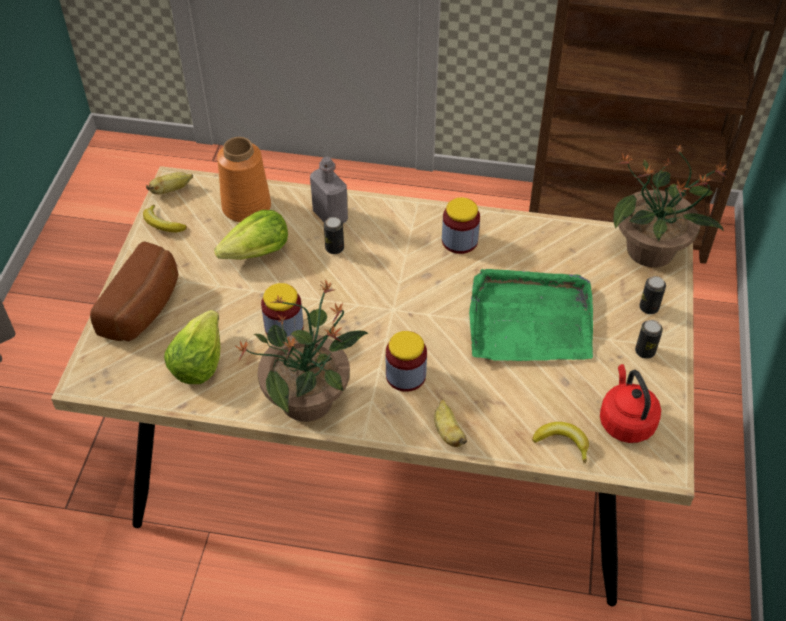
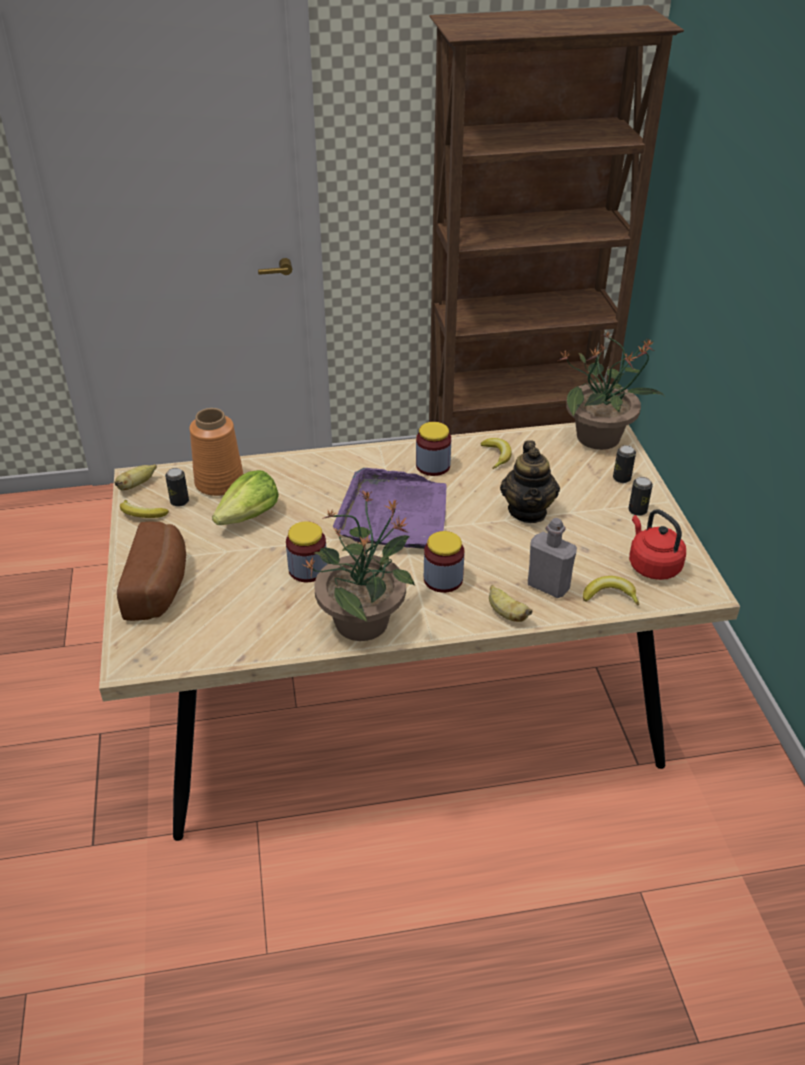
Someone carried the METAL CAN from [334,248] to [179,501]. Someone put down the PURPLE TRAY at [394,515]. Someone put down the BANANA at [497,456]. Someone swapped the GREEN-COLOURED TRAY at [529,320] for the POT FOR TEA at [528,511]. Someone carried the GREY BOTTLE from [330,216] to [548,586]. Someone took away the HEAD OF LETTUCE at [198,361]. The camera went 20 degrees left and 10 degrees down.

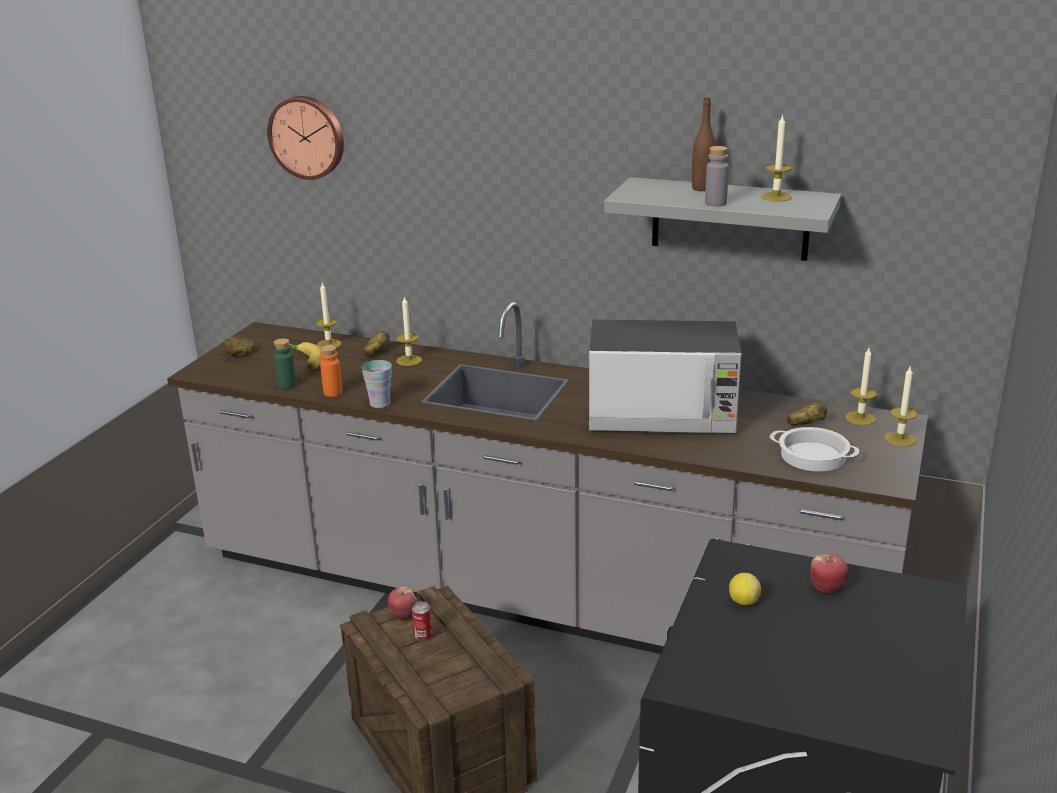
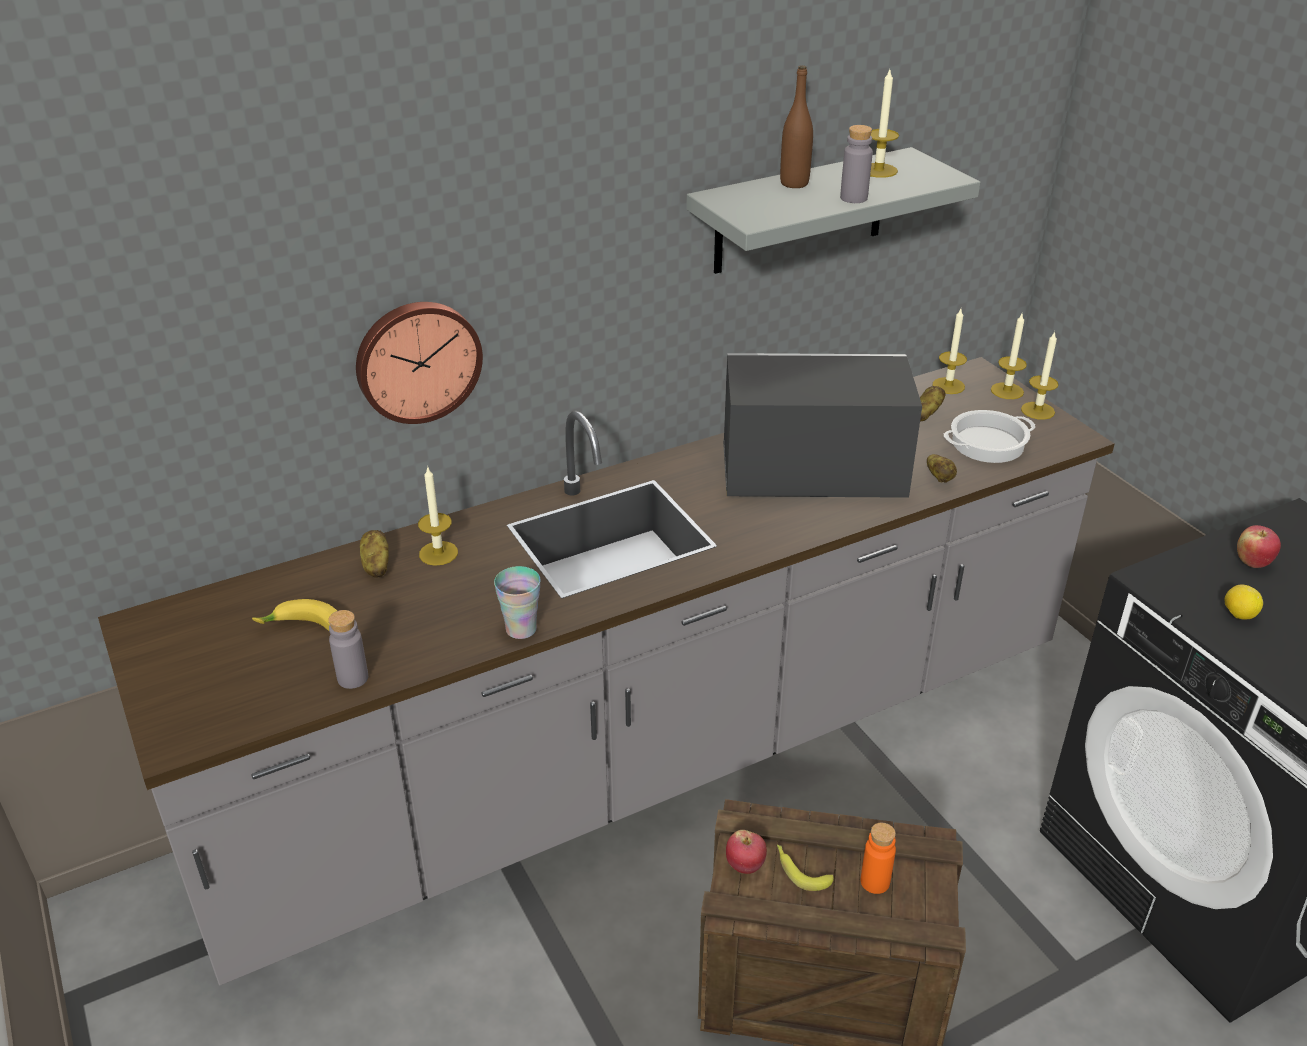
Someone repainted the GREEN-COLOURED BOTTLE at [287,385], which became the GREY BOTTLE at [353,678]. Someone carried the HANGING CLOCK from [308,137] to [417,360]. Someone rotated the KITCHEN MICROWAVE at [662,415] by 135 degrees counterclockwise. Someone swapped the METAL CAN at [423,636] for the BANANA at [800,870]. Someone carried the ORANGEY BOTTLE from [333,392] to [875,882]. Someone carried the WHOLE POTATO from [240,355] to [939,478]. Someone carried the WAX CANDLE from [329,344] to [1037,410]. The camera went 50 degrees left and 10 degrees up.

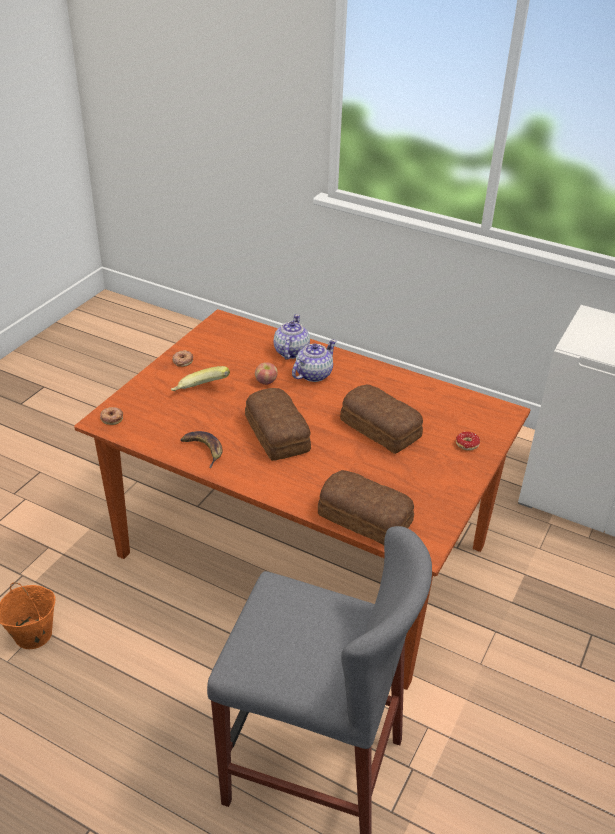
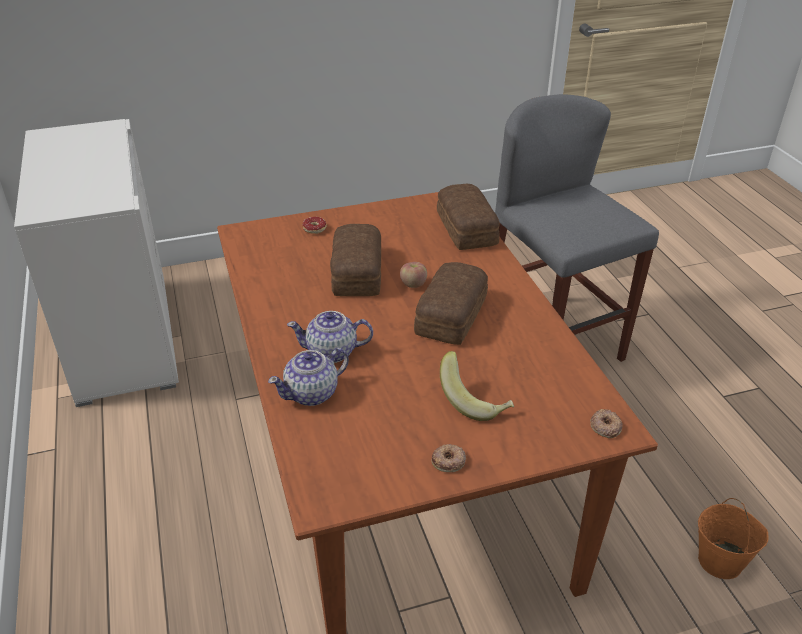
Someone carried the WHOLE APPLE from [266,382] to [413,284]. Someone took away the BANANA at [204,450]. The camera went 135 degrees left and 0 degrees up.

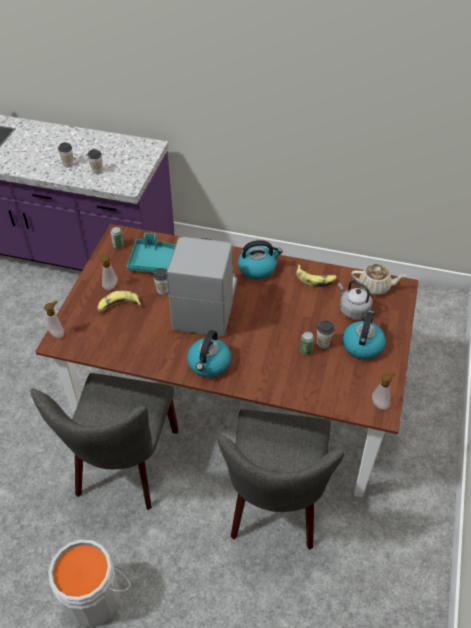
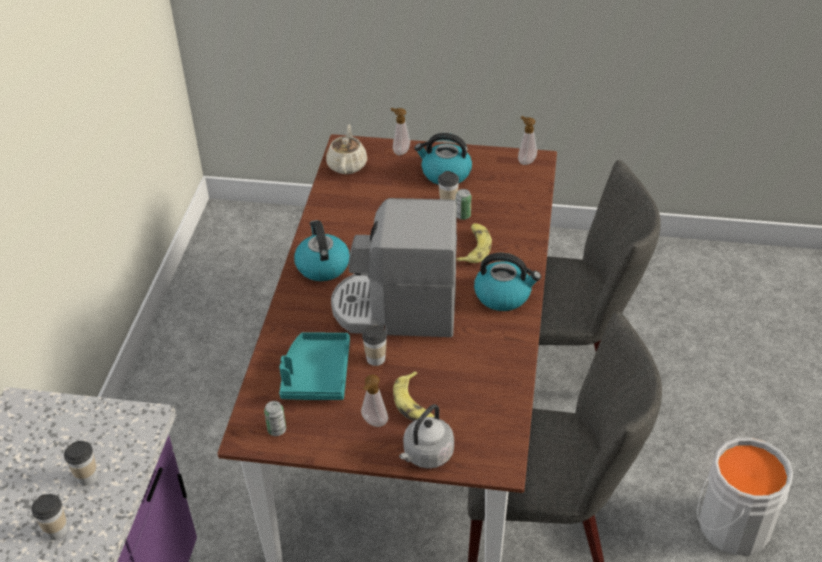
Someone carried the SOAP DISPENSER from [58,333] to [400,151]. Someone carried the GREY WATER KETTLE from [352,310] to [426,455]. Someone carried the BANANA from [315,279] to [474,248]. The camera went 95 degrees left and 5 degrees down.

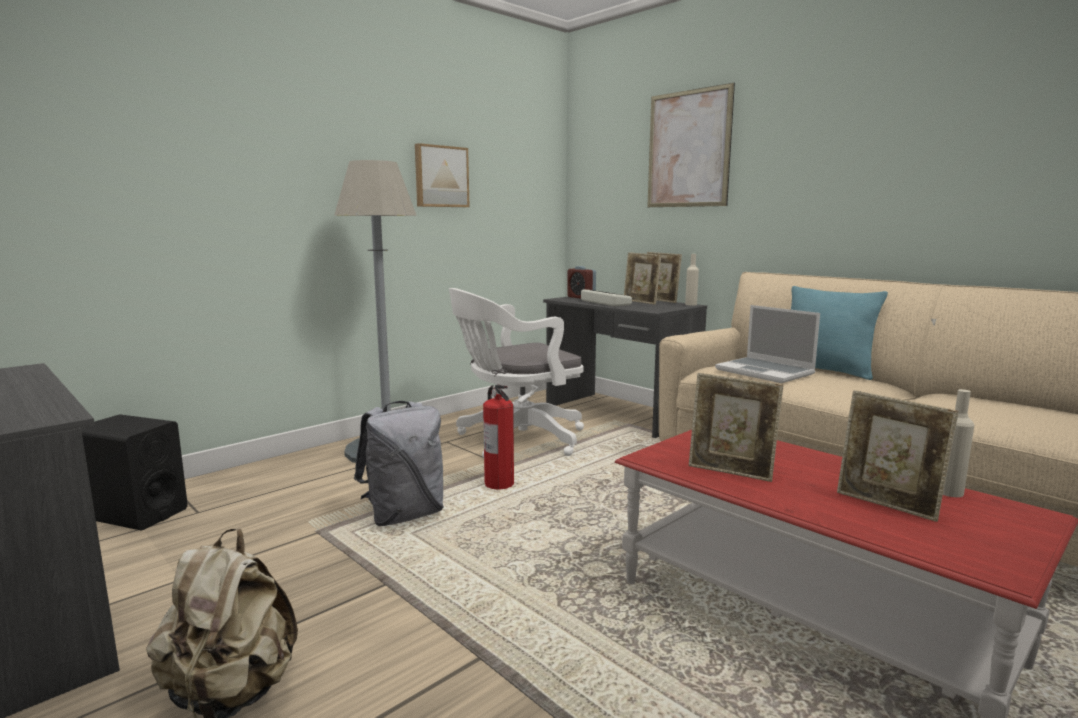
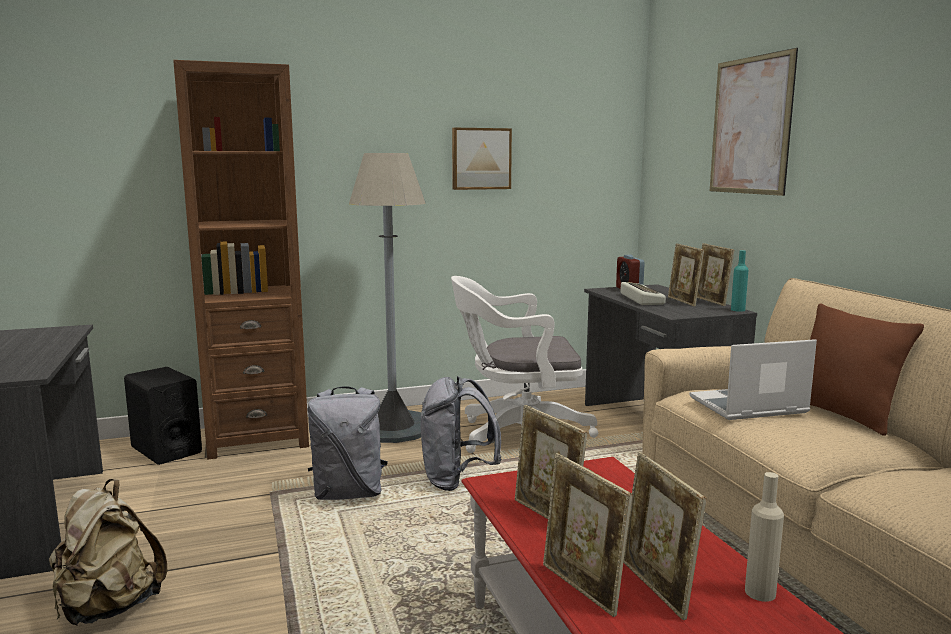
Someone put down the BROWNISH SHELVING UNIT at [257,438]. Someone swapped the FIRE EXTINGUISHER at [499,484] for the GREY BACKPACK at [456,480]. Someone put down the STANDING FRAME at [582,588]. Someone rotated the NOTEBOOK COMPUTER at [766,372] by 90 degrees clockwise. Someone repainted the BEIGE BOTTLE at [691,304], which became the TURQUOISE-COLOURED BOTTLE at [738,310]. Someone repainted the TURQUOISE-COLOURED PILLOW at [825,371], which became the BROWNISH PILLOW at [842,415]. The camera went 25 degrees right and 0 degrees up.

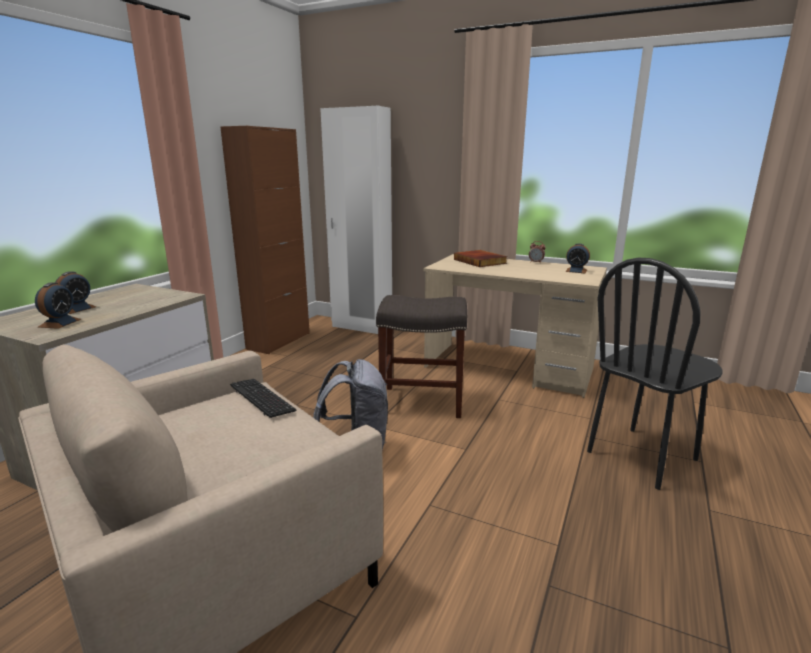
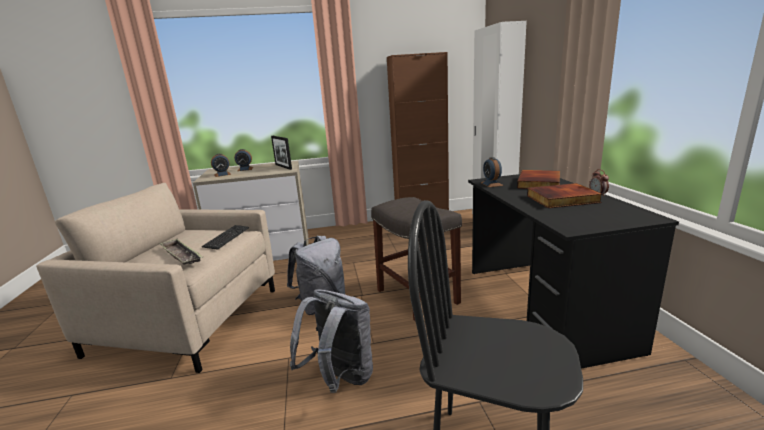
Someone put down the TRAY at [181,255]. Someone put down the STANDING FRAME at [283,167]. Someone put down the GREY BACKPACK at [340,379]. Someone repainted the BEIGE DESK at [508,368], which became the BLACK-COLOURED DESK at [544,307]. Someone carried the TABLE CLOCK from [576,271] to [491,184]. Someone put down the BOUND BOOK at [562,199]. The camera went 55 degrees right and 0 degrees up.

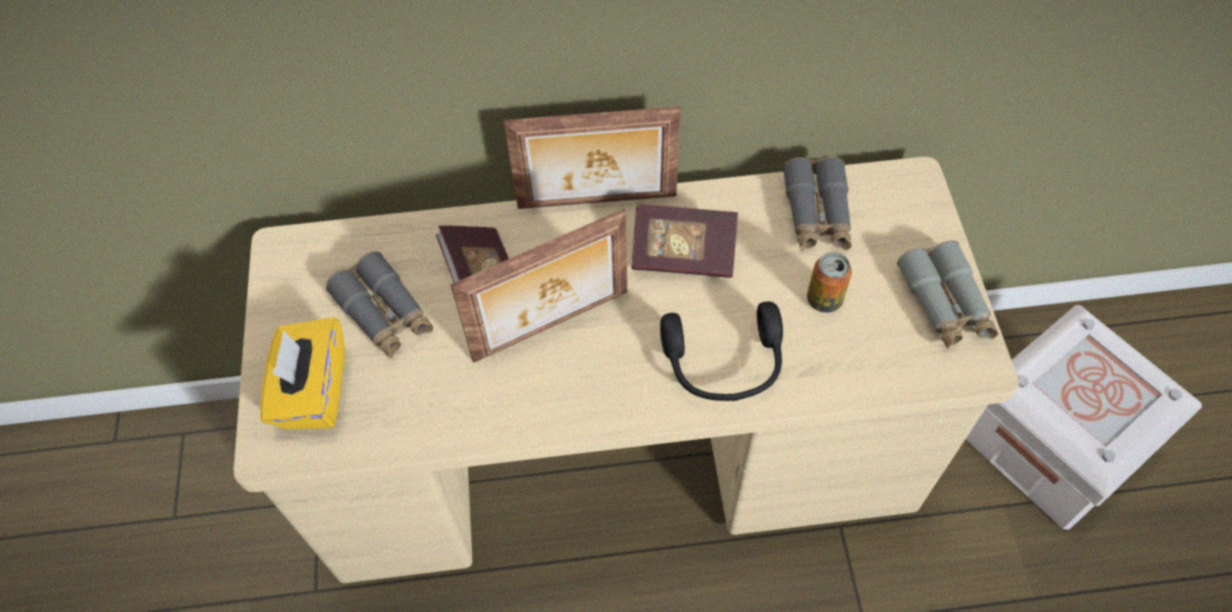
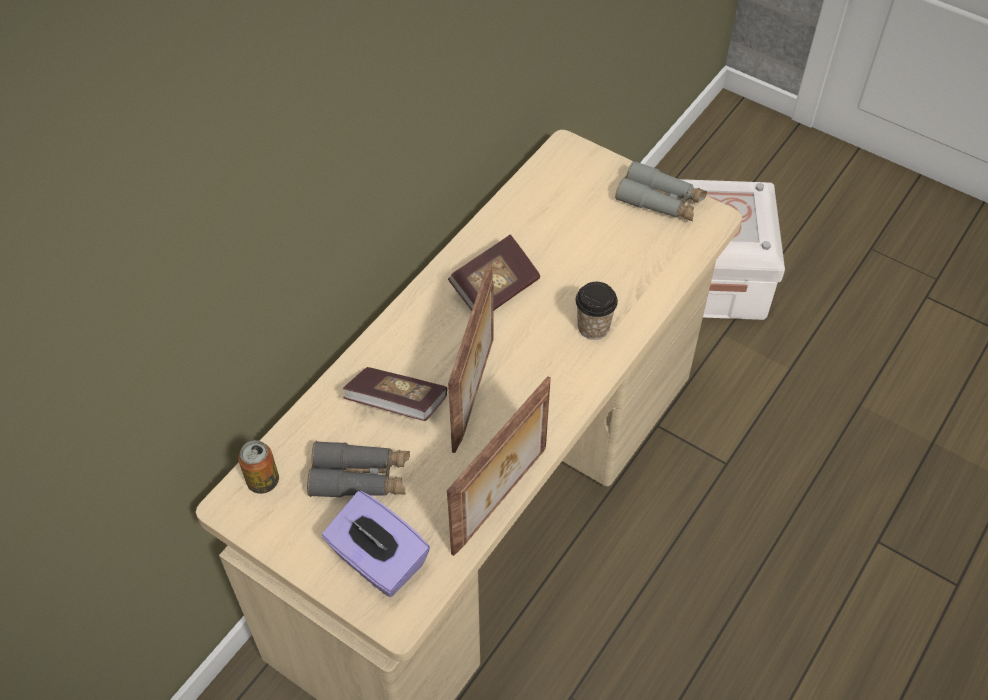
Someone carried the METAL CAN from [824,299] to [263,481]. Someone repainted the YELLOW TISSUE BOX at [313,391], which became the PURPLE TISSUE BOX at [378,560]. Someone carried the STANDING FRAME from [597,203] to [502,500]. Someone swapped the BLACK-COLOURED HEADPHONES at [724,364] for the DRINKING CUP at [593,327]. Someone took away the GREY PAIR OF BINOCULARS at [817,214]. The camera went 50 degrees left and 5 degrees down.

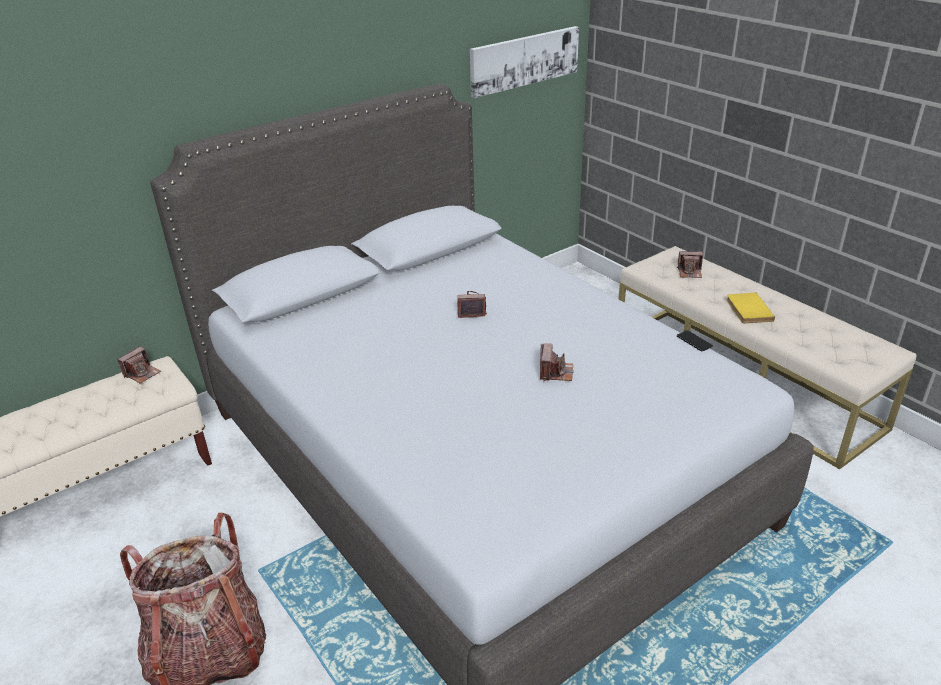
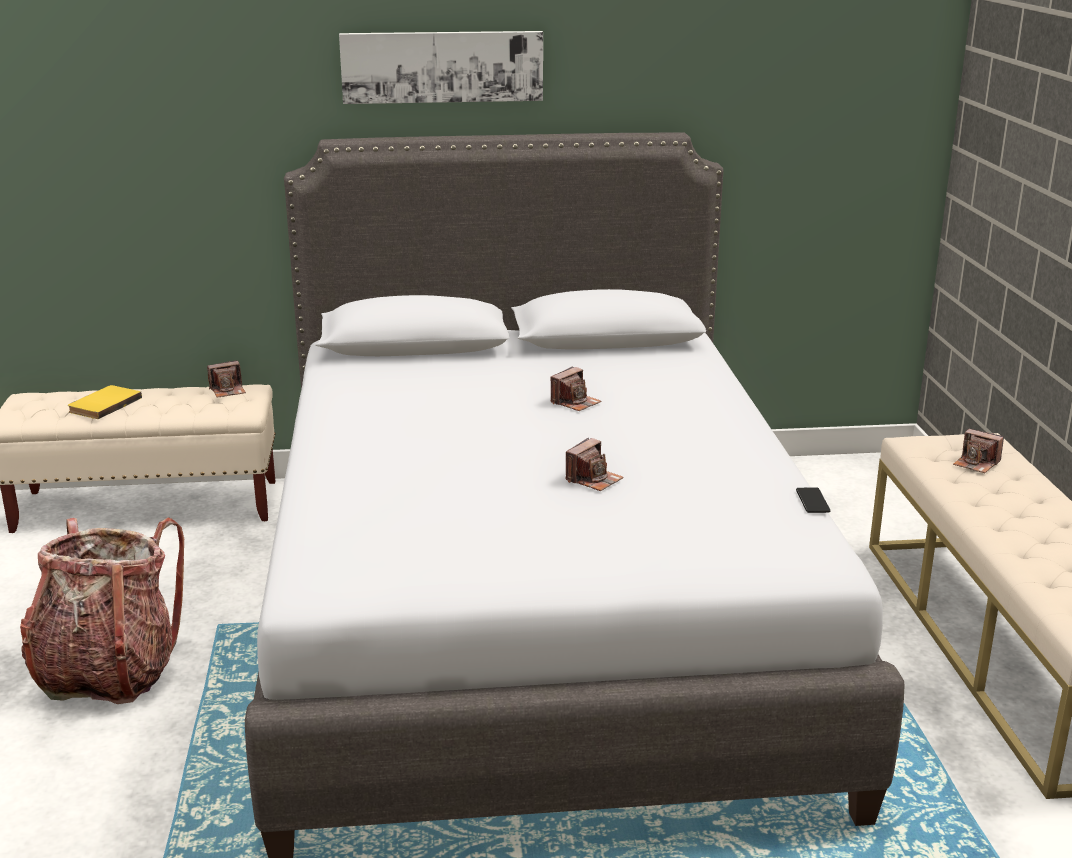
Someone carried the YELLOW BOUND BOOK from [747,310] to [103,404]. Someone carried the PICTURE from [524,60] to [442,66]. Someone rotated the STILL CAMERA at [471,311] by 105 degrees clockwise. The camera went 30 degrees right and 10 degrees down.

